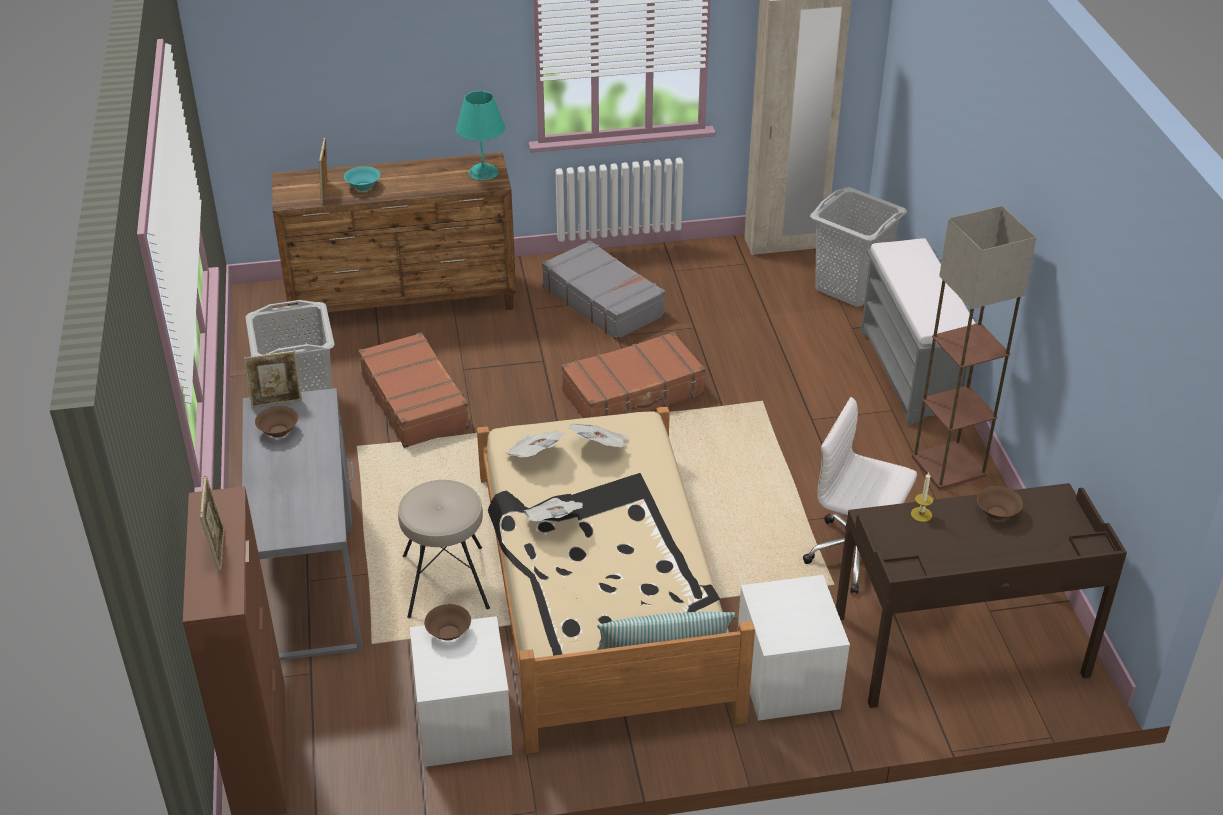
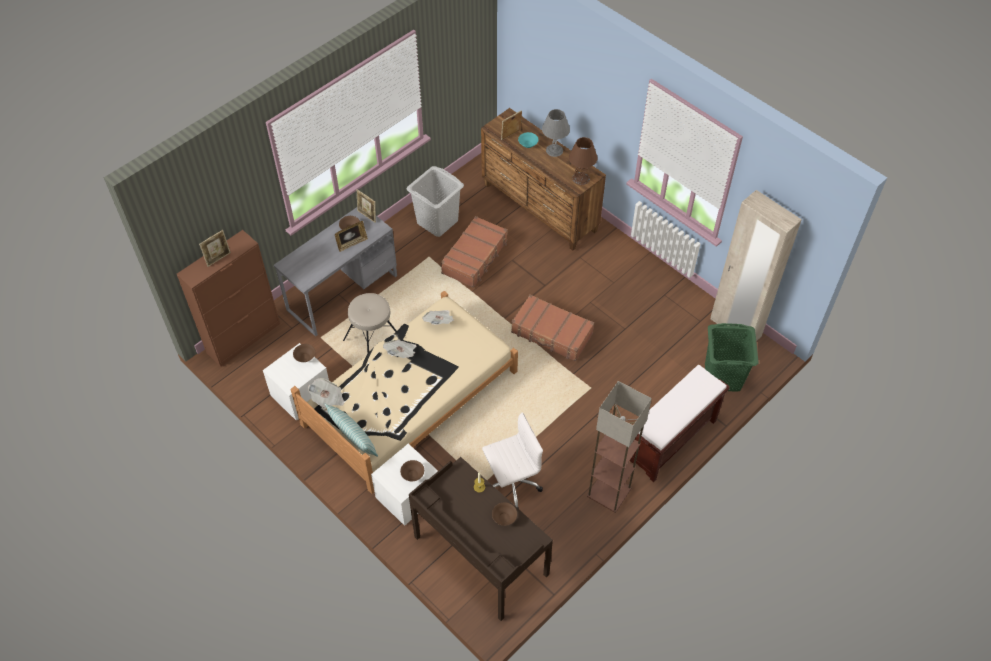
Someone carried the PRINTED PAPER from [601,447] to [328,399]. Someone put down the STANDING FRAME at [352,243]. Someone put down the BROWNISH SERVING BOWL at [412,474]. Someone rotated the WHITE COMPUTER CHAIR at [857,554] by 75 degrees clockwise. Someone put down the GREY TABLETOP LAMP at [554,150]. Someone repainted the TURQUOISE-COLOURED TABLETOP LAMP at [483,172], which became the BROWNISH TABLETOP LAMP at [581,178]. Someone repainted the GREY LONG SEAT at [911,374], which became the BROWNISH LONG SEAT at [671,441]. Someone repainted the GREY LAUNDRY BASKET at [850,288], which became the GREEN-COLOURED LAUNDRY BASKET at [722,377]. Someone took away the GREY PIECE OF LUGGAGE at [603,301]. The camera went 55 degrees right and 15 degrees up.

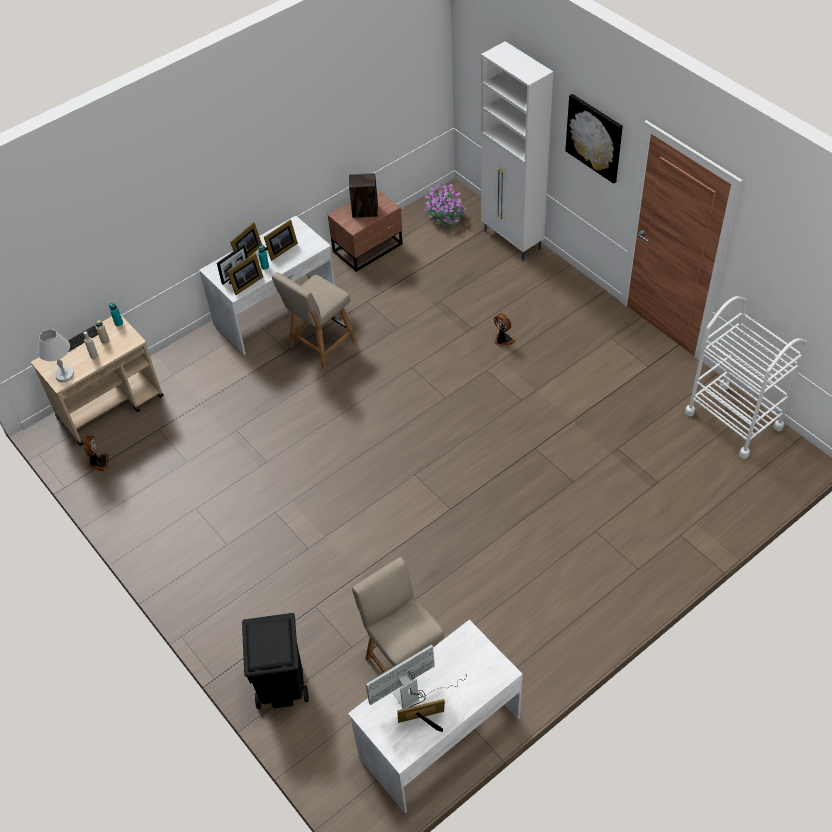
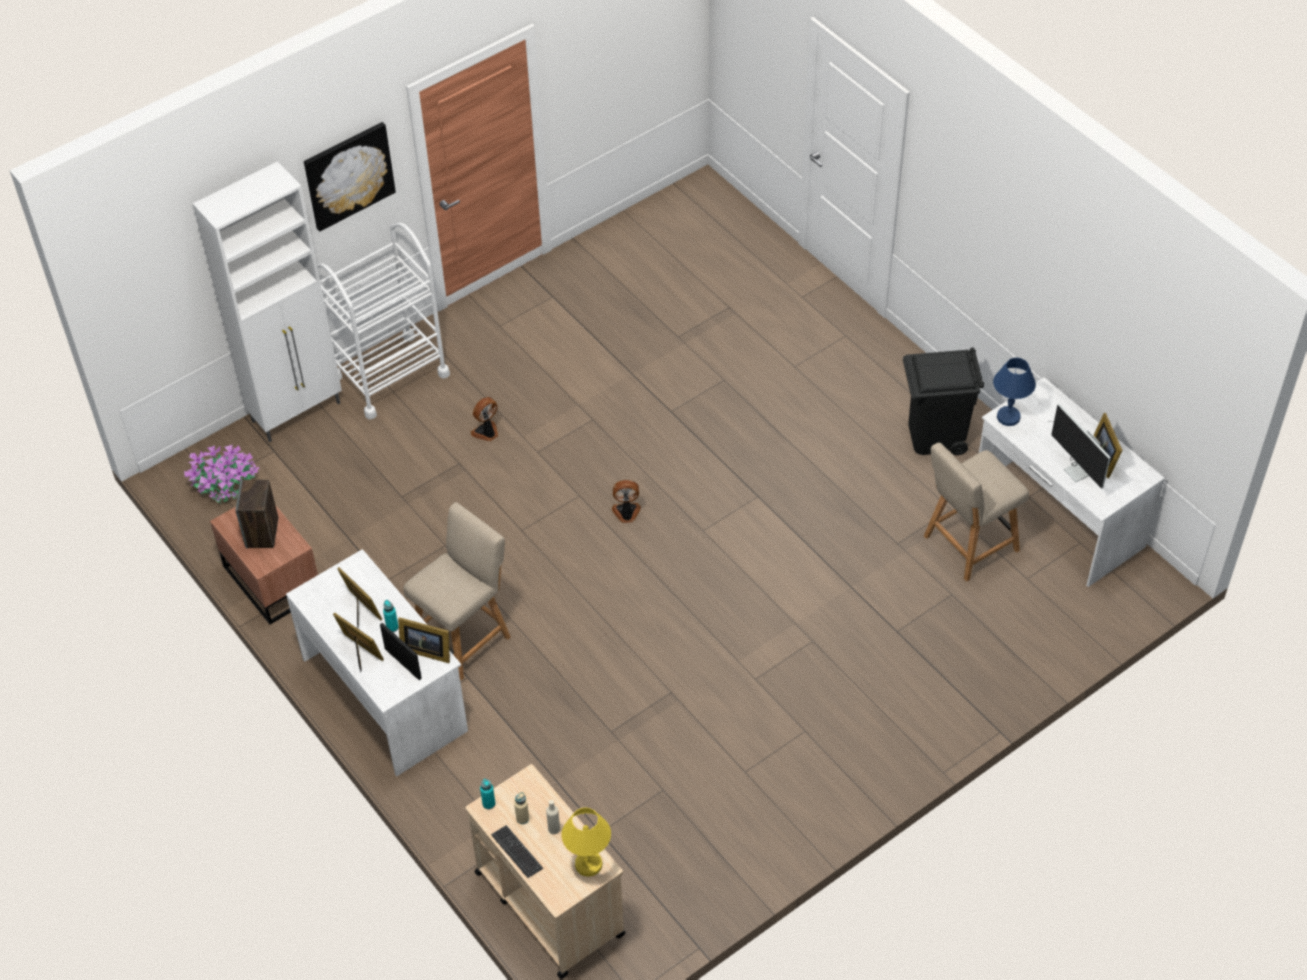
Someone carried the WHITE TROLLEY from [733,420] to [390,375]. Someone rotated the STANDING FRAME at [245,284] by 150 degrees clockwise. Someone rotated the BEIGE PLAIN CHAIR at [320,346] by 90 degrees counterclockwise. Someone repainted the WHITE TABLETOP LAMP at [64,375], which became the YELLOW TABLETOP LAMP at [588,864]. Someone carried the ELECTRIC FAN from [99,463] to [626,513]. Someone carried the BLACK-COLOURED RUBBISH BIN from [281,685] to [935,435]. Someone put down the BLUISH TABLETOP LAMP at [1008,416]. The camera went 90 degrees left and 0 degrees up.

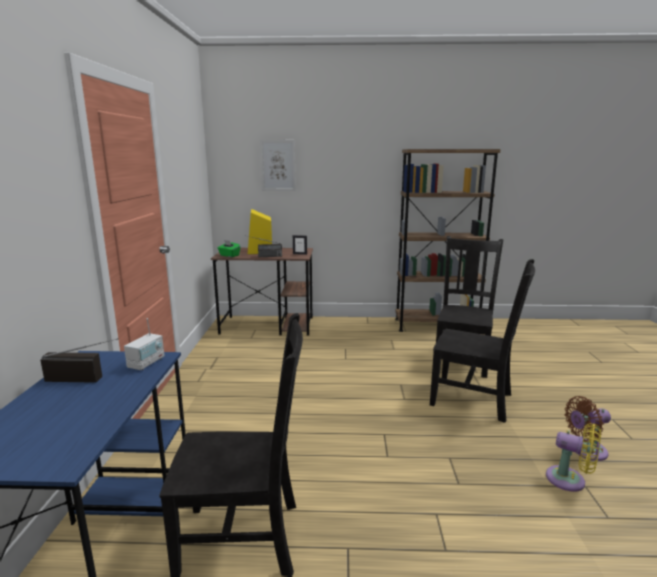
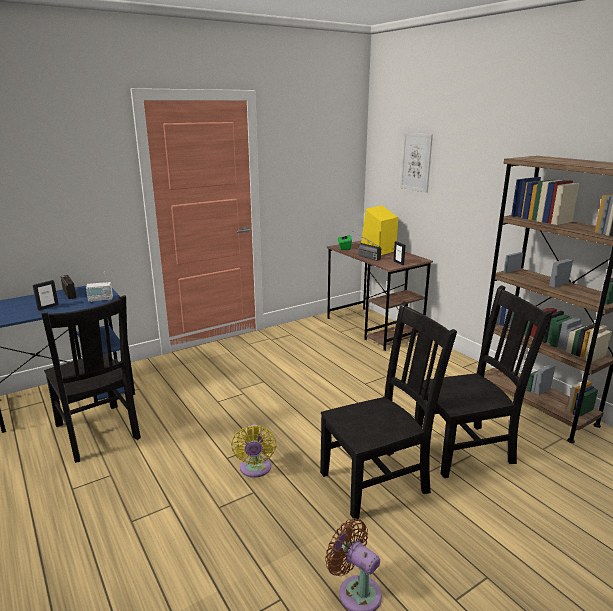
Someone put down the STANDING FRAME at [48,307]. Someone carried the YELLOW ELECTRIC FAN from [570,480] to [255,469]. Someone rotated the BLACK-COLOURED PLAIN CHAIR at [474,400] by 105 degrees counterclockwise. The camera went 55 degrees right and 5 degrees up.

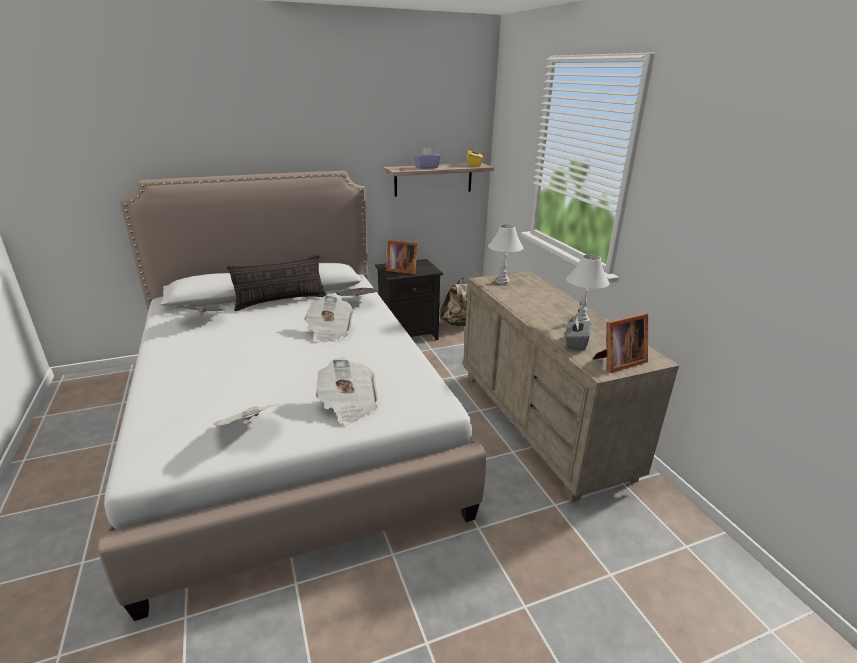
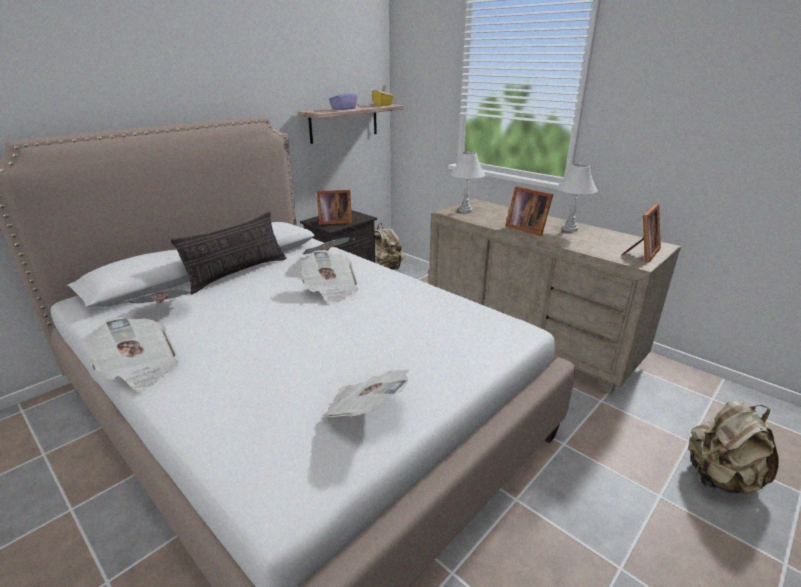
Someone carried the PRINTED PAPER from [348,405] to [139,369]. Someone put down the STANDING FRAME at [526,228]. Someone put down the BEIGE BACKPACK at [719,478]. Someone took away the GREY TISSUE BOX at [575,343]. The camera went 25 degrees left and 0 degrees up.

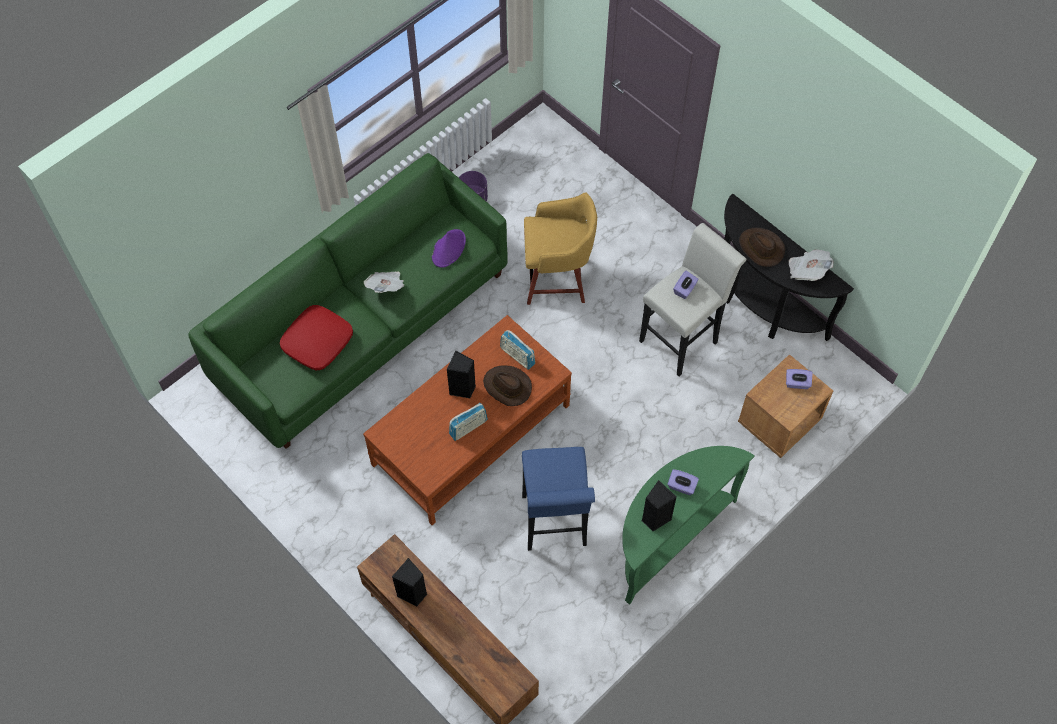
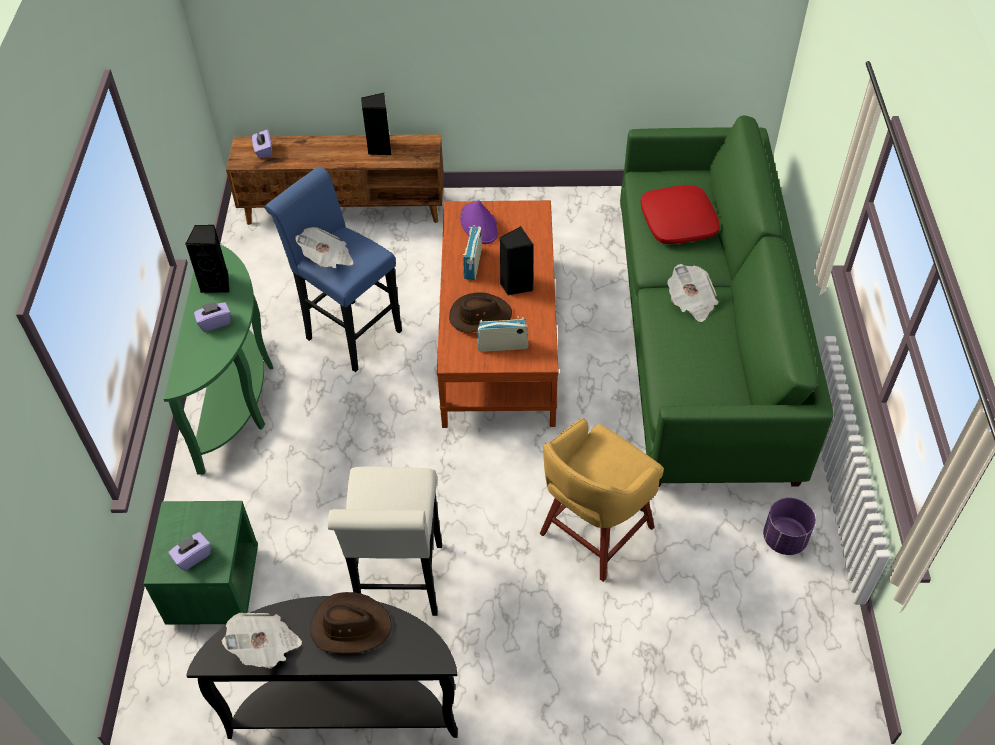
Someone repainted the BROWNISH NIGHT TABLE at [779,422], which became the GREEN-COLOURED NIGHT TABLE at [213,585]. Someone carried the PURPLE TISSUE BOX from [685,289] to [263,150]. Someone put down the PRINTED PAPER at [327,259]. Someone carried the PURPLE CLOTHING HAT from [449,248] to [479,224]. The camera went 135 degrees right and 10 degrees down.

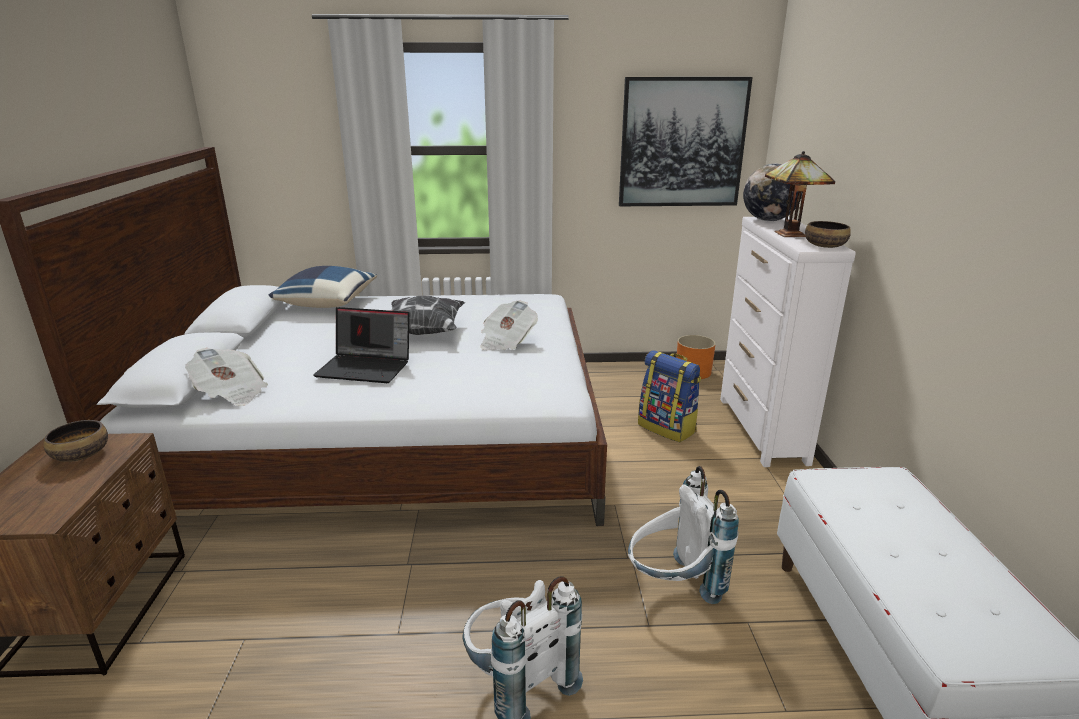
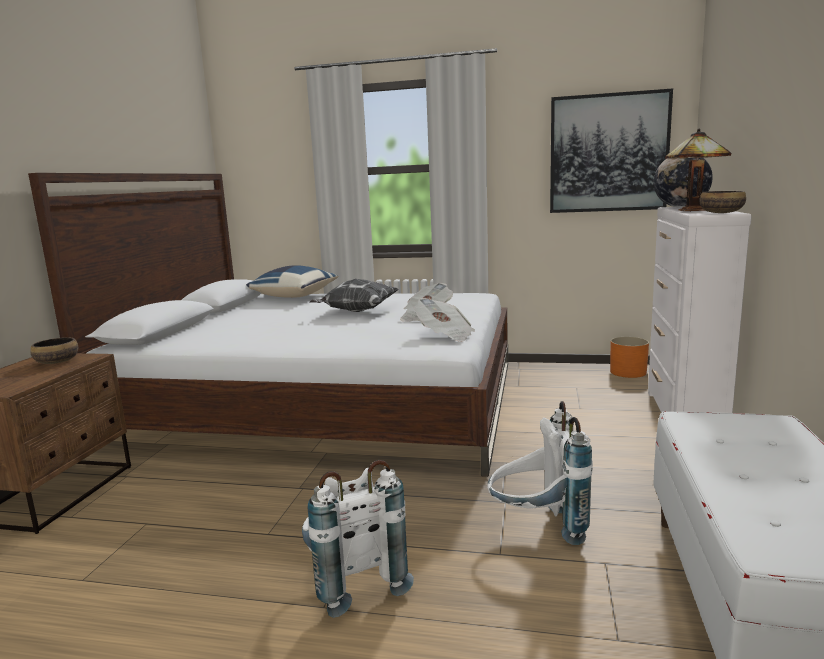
Someone carried the PRINTED PAPER from [231,393] to [445,335]. Someone took away the NOTEBOOK COMPUTER at [366,367]. Someone took away the BACKPACK at [667,428]. The camera went 15 degrees right and 10 degrees down.

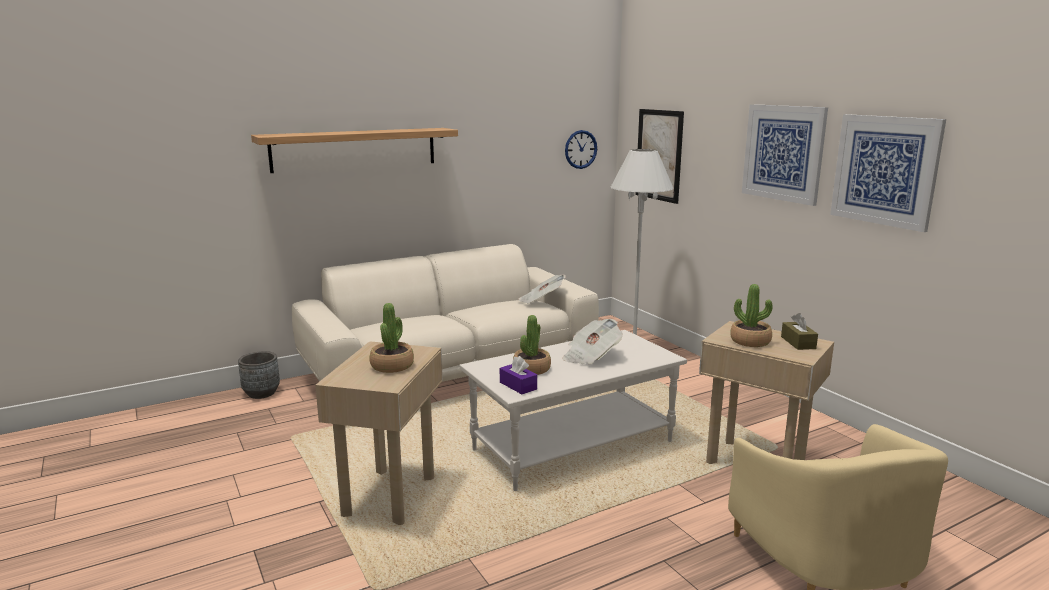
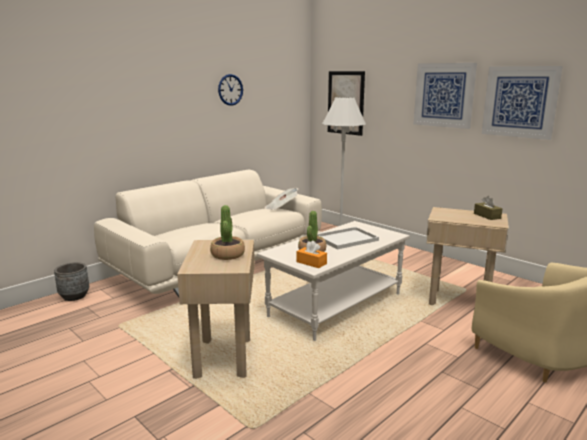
Someone carried the HANGING CLOCK from [580,149] to [230,89]. Someone repainted the PURPLE TISSUE BOX at [518,386], which became the ORANGEY TISSUE BOX at [311,263]. Someone swapped the PRINTED PAPER at [591,357] for the WHITE TRAY at [346,239]. Someone took away the BRACKET SHELF at [355,149]. Someone took away the HOUSEPLANT at [750,341]. The camera went 15 degrees left and 0 degrees up.

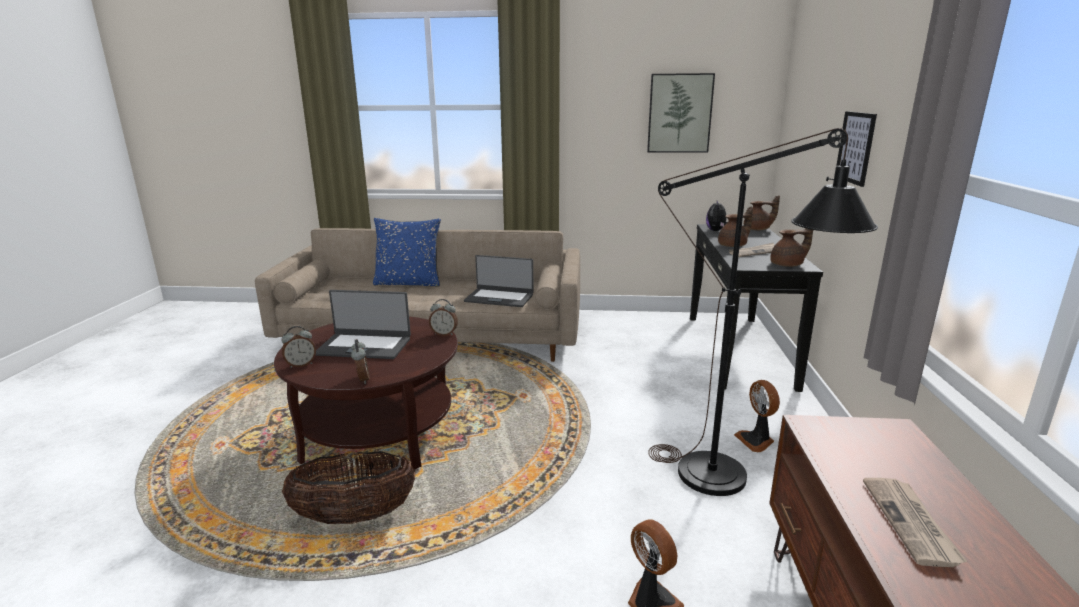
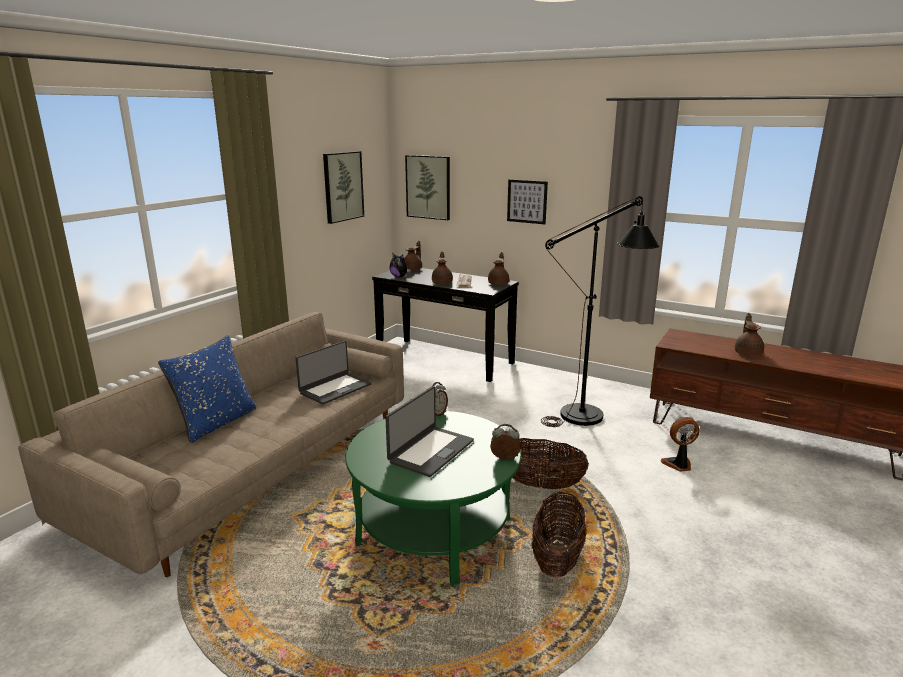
Someone repainted the BROWNISH LOUNGE TABLE at [379,432], which became the GREEN-COLOURED LOUNGE TABLE at [434,531]. Someone put up the PICTURE at [428,187]. Someone put down the STORAGE BASKET at [541,485]. Someone swapped the PRINTED PAPER at [911,523] for the BROWNISH POT FOR TEA at [748,353]. Someone took away the TABLE CLOCK at [301,364]. Someone took away the ELECTRIC FAN at [756,440]. The camera went 65 degrees left and 0 degrees up.

